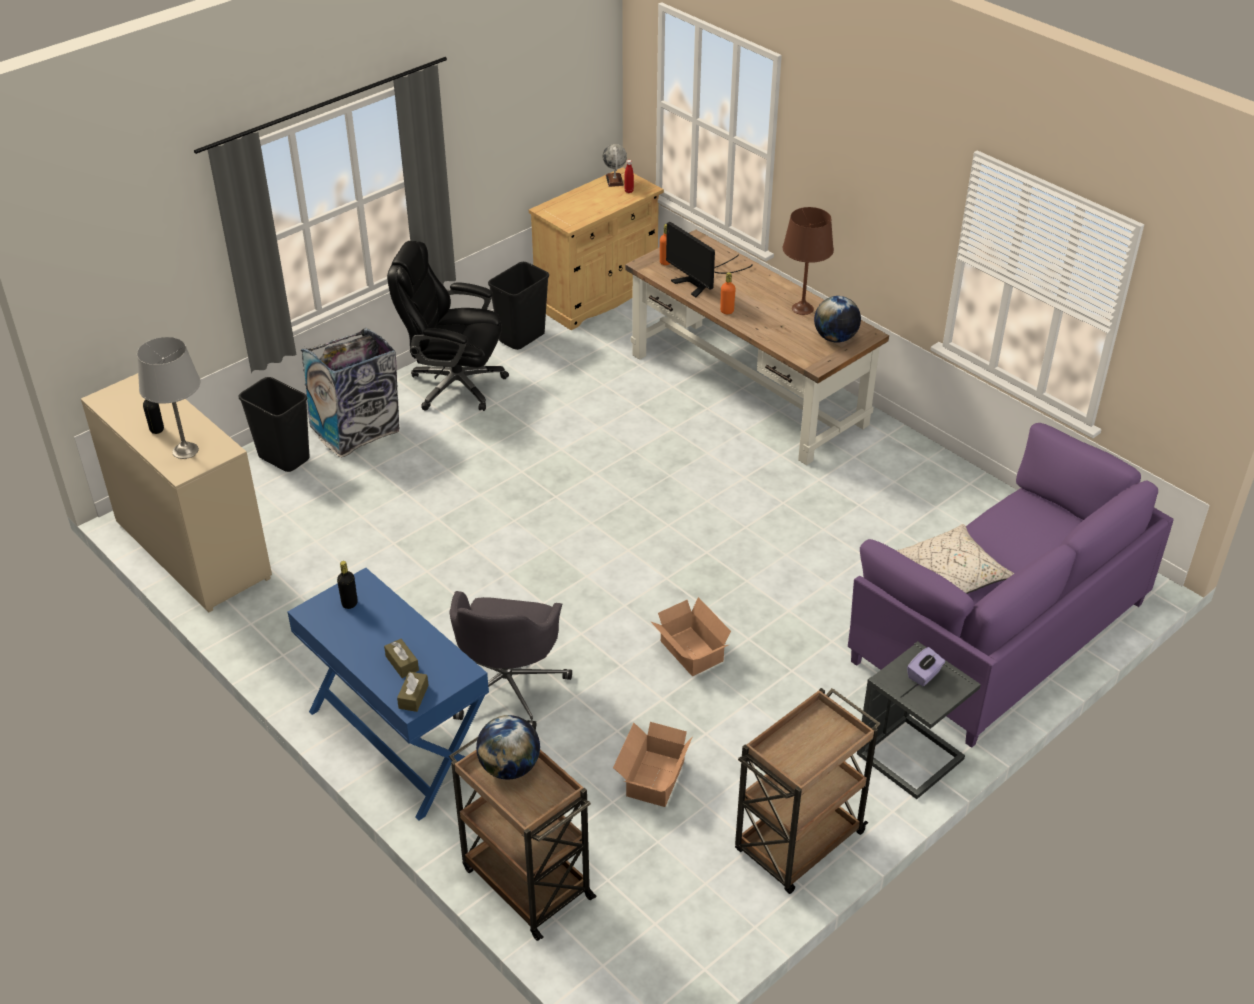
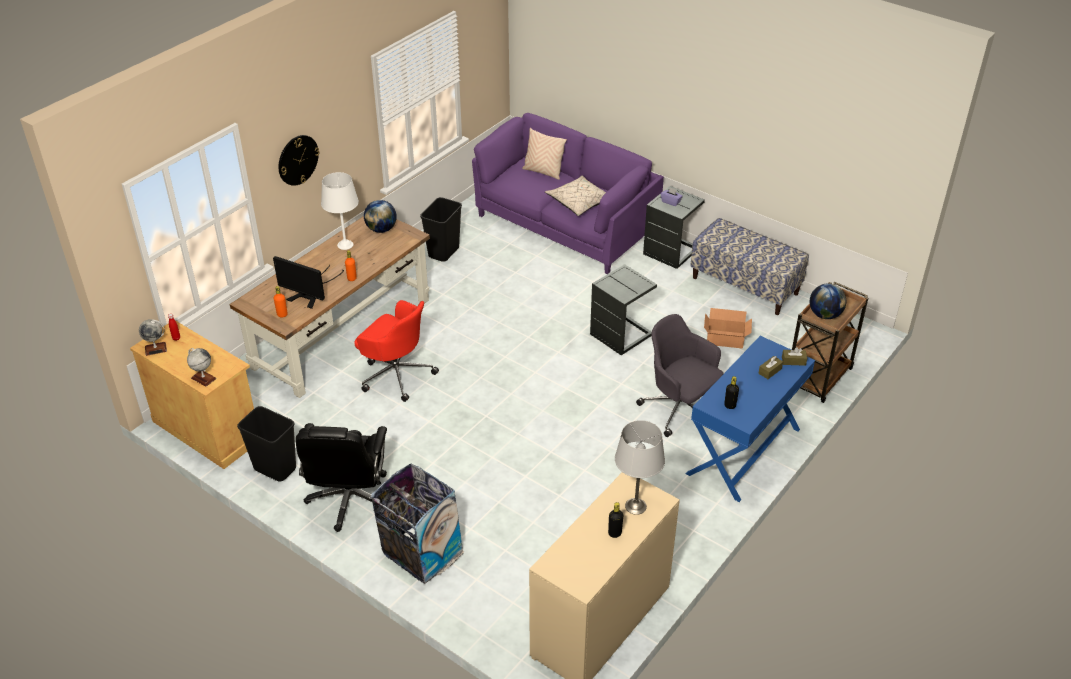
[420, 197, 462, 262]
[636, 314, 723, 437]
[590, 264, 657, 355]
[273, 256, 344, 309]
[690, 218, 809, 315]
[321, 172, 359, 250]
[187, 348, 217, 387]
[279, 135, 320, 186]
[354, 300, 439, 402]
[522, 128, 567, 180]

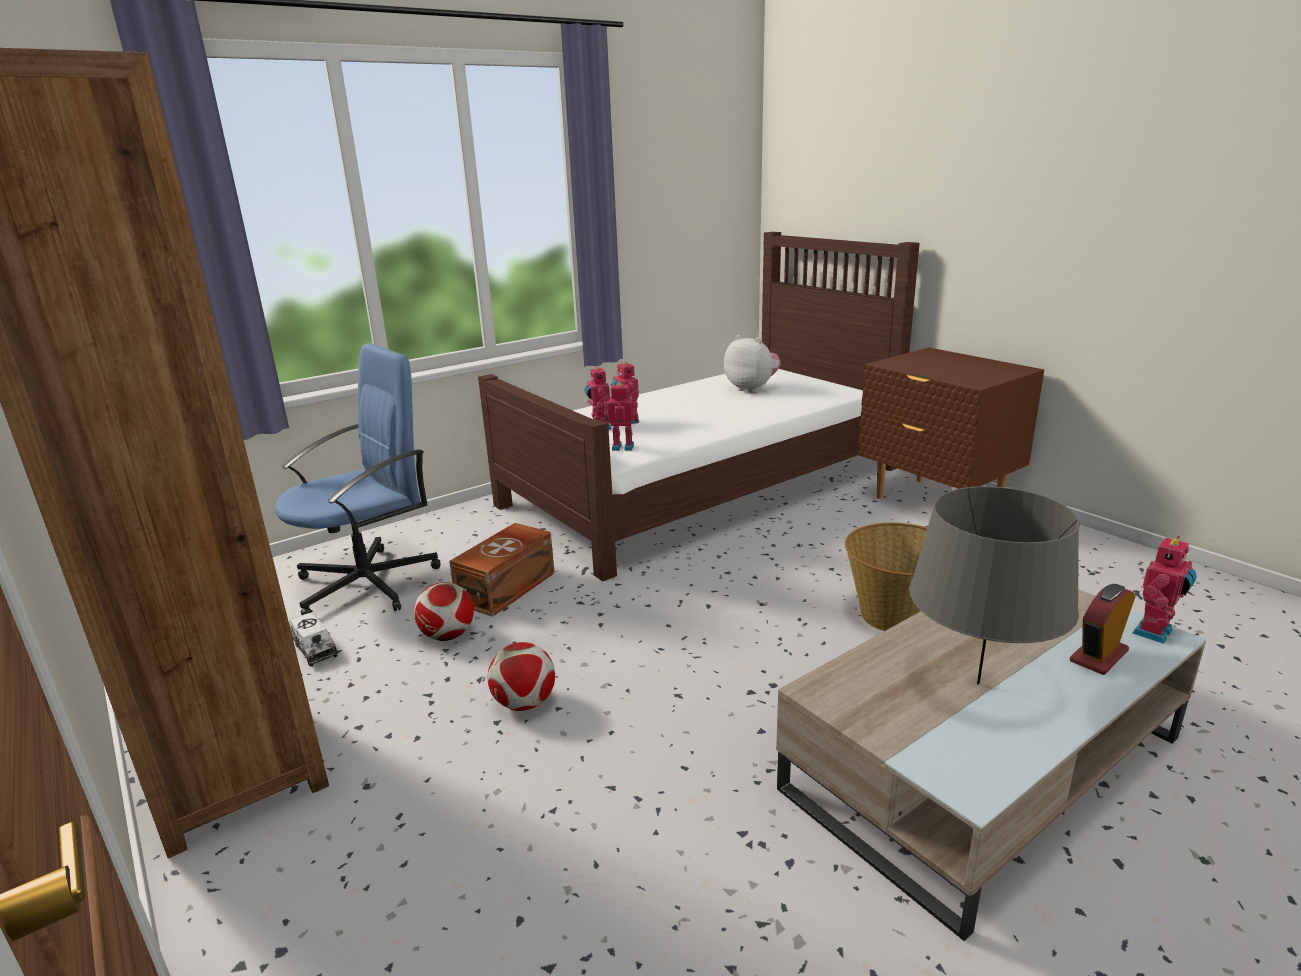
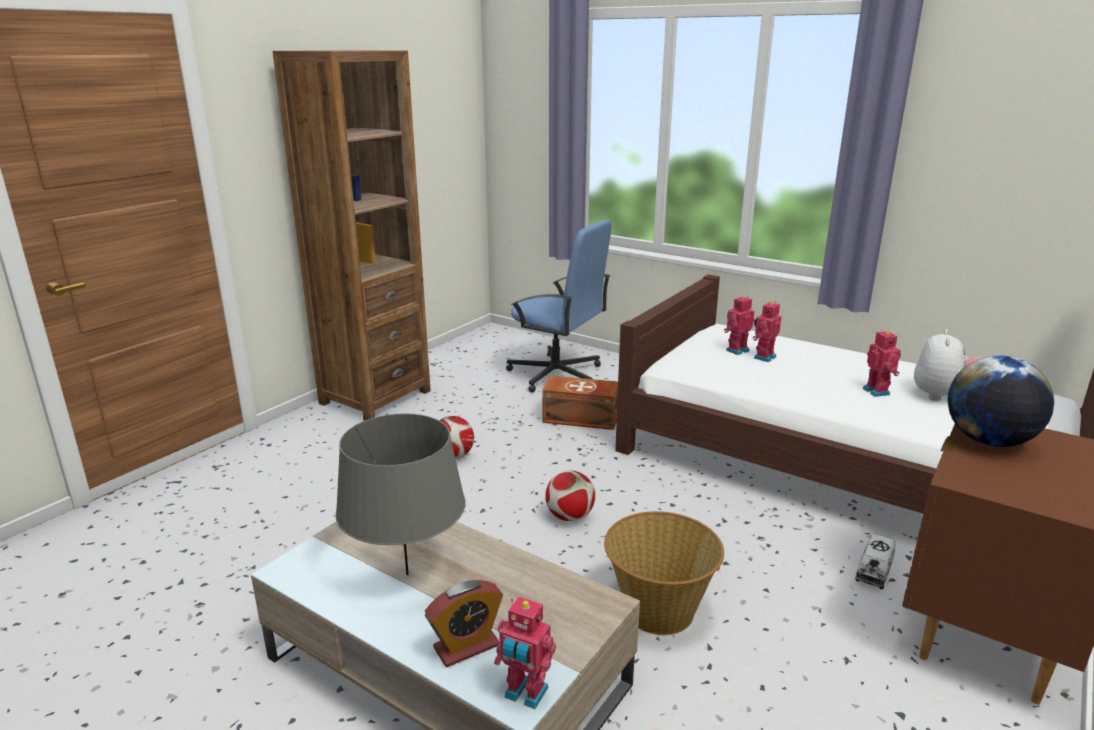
[855, 534, 895, 589]
[545, 471, 595, 521]
[863, 329, 901, 397]
[425, 580, 503, 667]
[948, 355, 1054, 447]

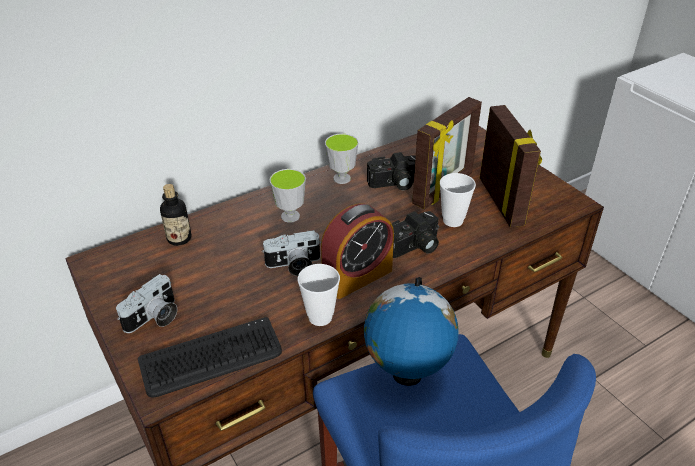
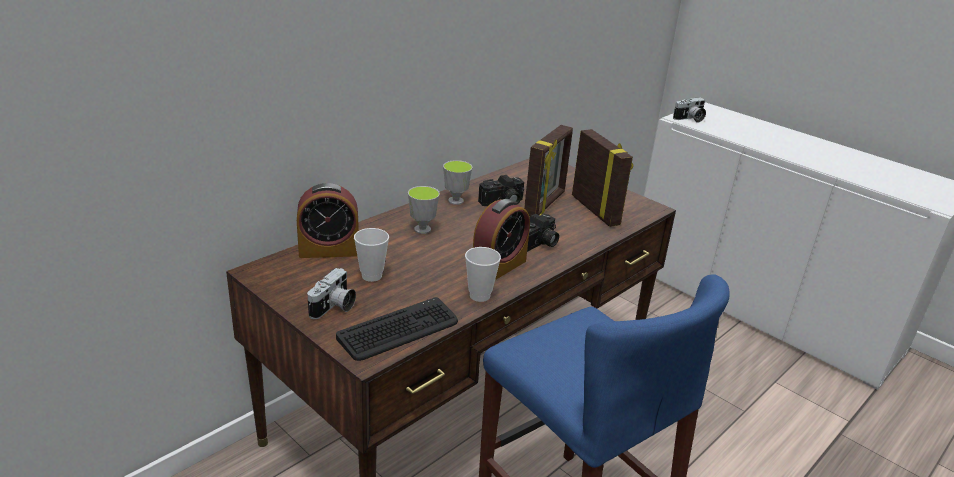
[297, 183, 359, 258]
[673, 97, 706, 123]
[364, 277, 459, 386] (first image)
[354, 228, 389, 282]

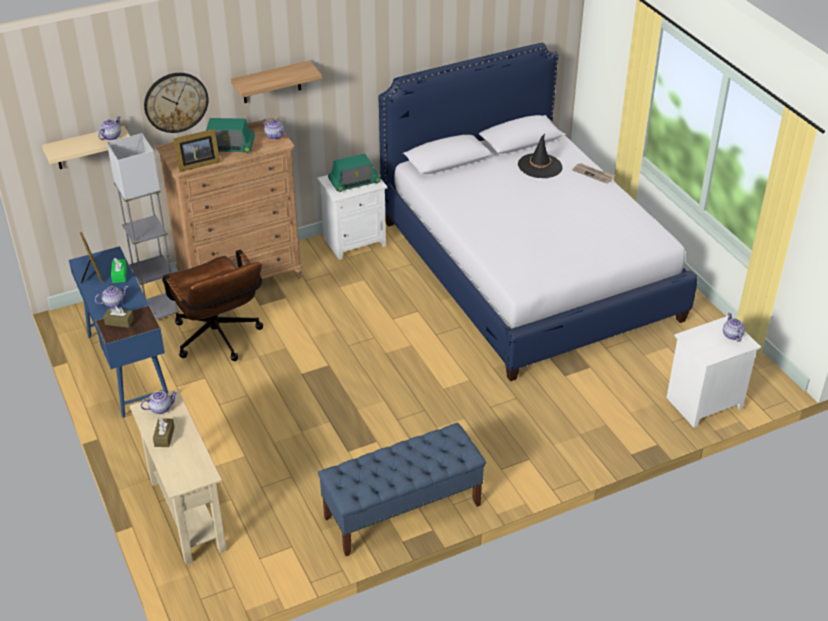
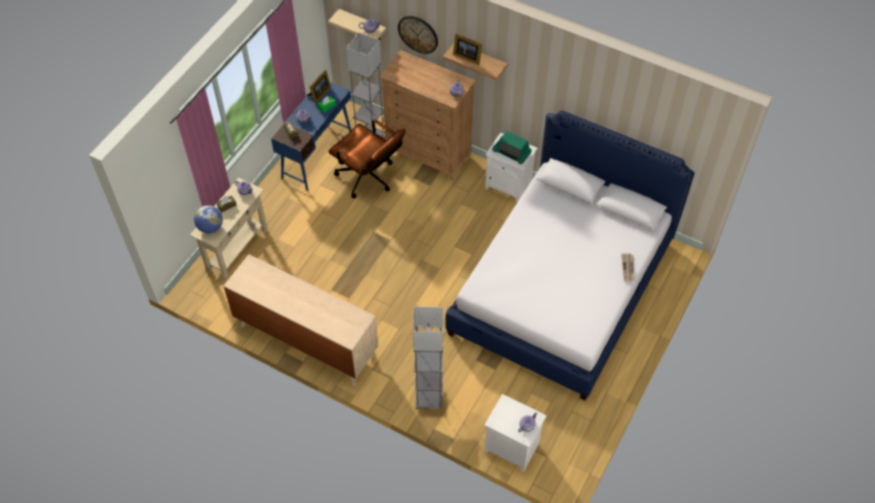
[328, 119, 406, 198]
[453, 33, 482, 65]
[206, 118, 255, 153] (first image)
[223, 254, 378, 386]
[518, 134, 563, 178] (first image)
[194, 205, 223, 234]
[413, 306, 443, 410]

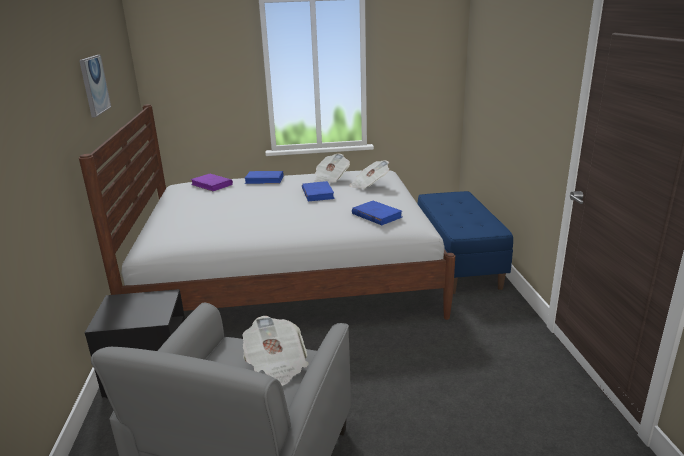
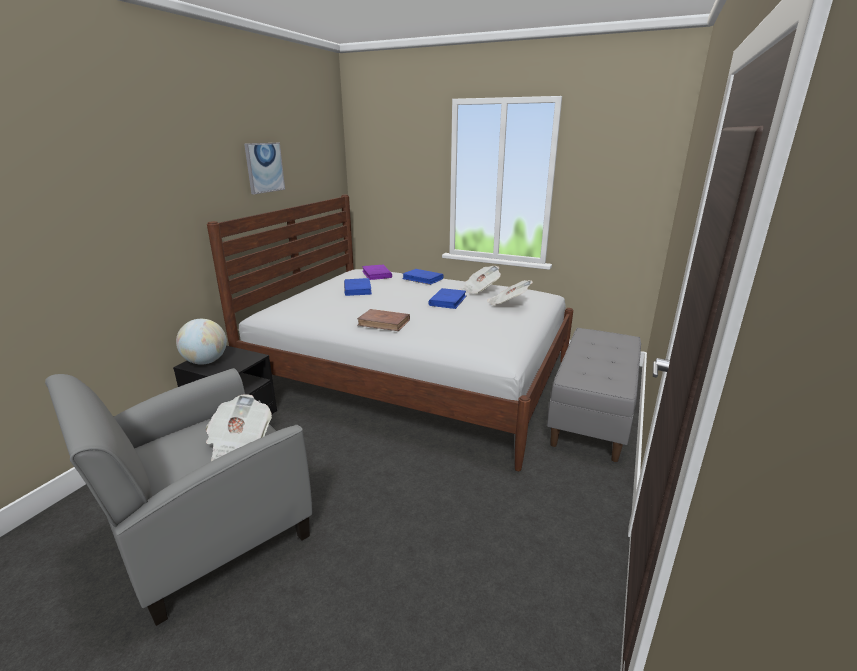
[344, 278, 372, 296]
[547, 328, 641, 462]
[176, 319, 227, 365]
[357, 309, 410, 331]

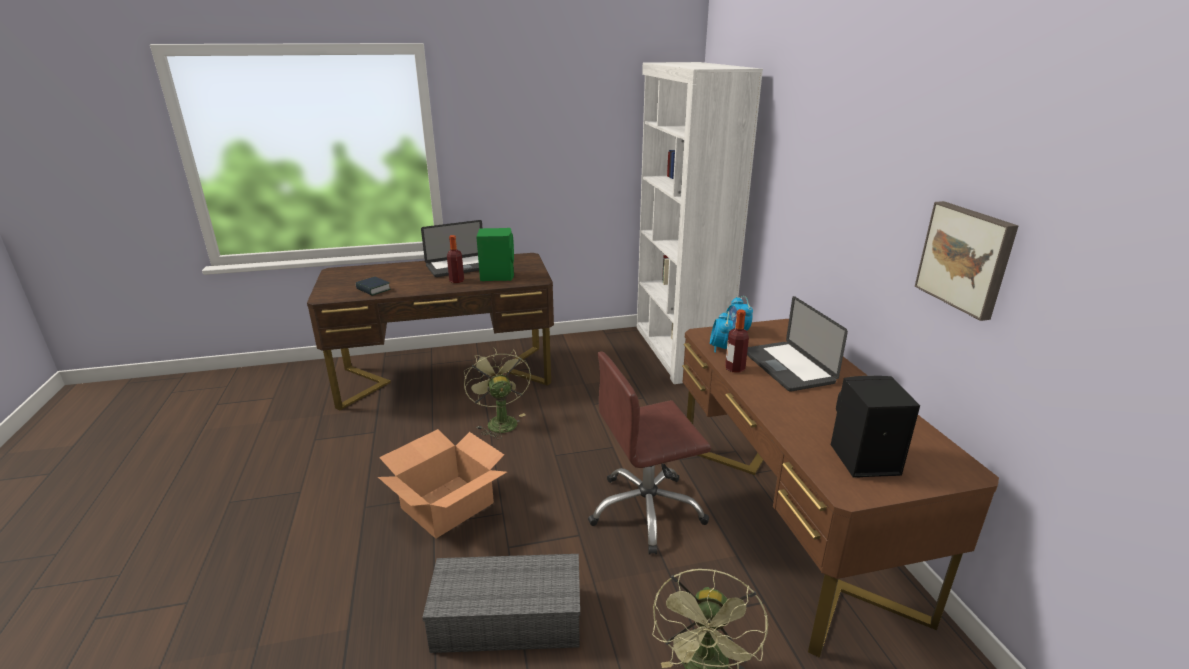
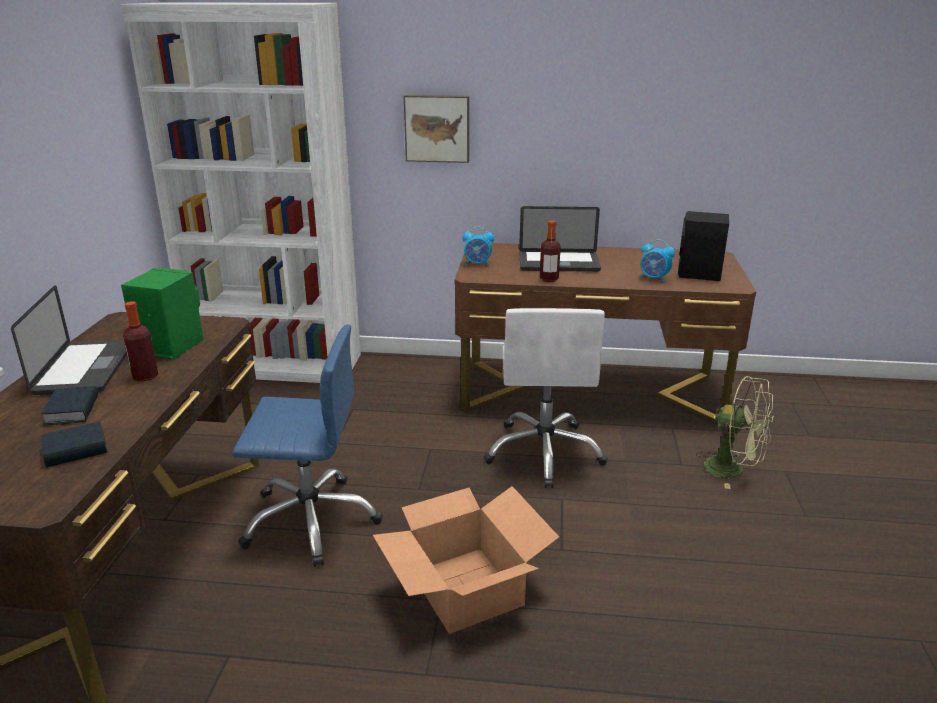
[422, 554, 580, 653] (first image)
[233, 324, 383, 567]
[483, 308, 608, 488]
[640, 239, 675, 282]
[404, 95, 469, 163]
[42, 386, 98, 425]

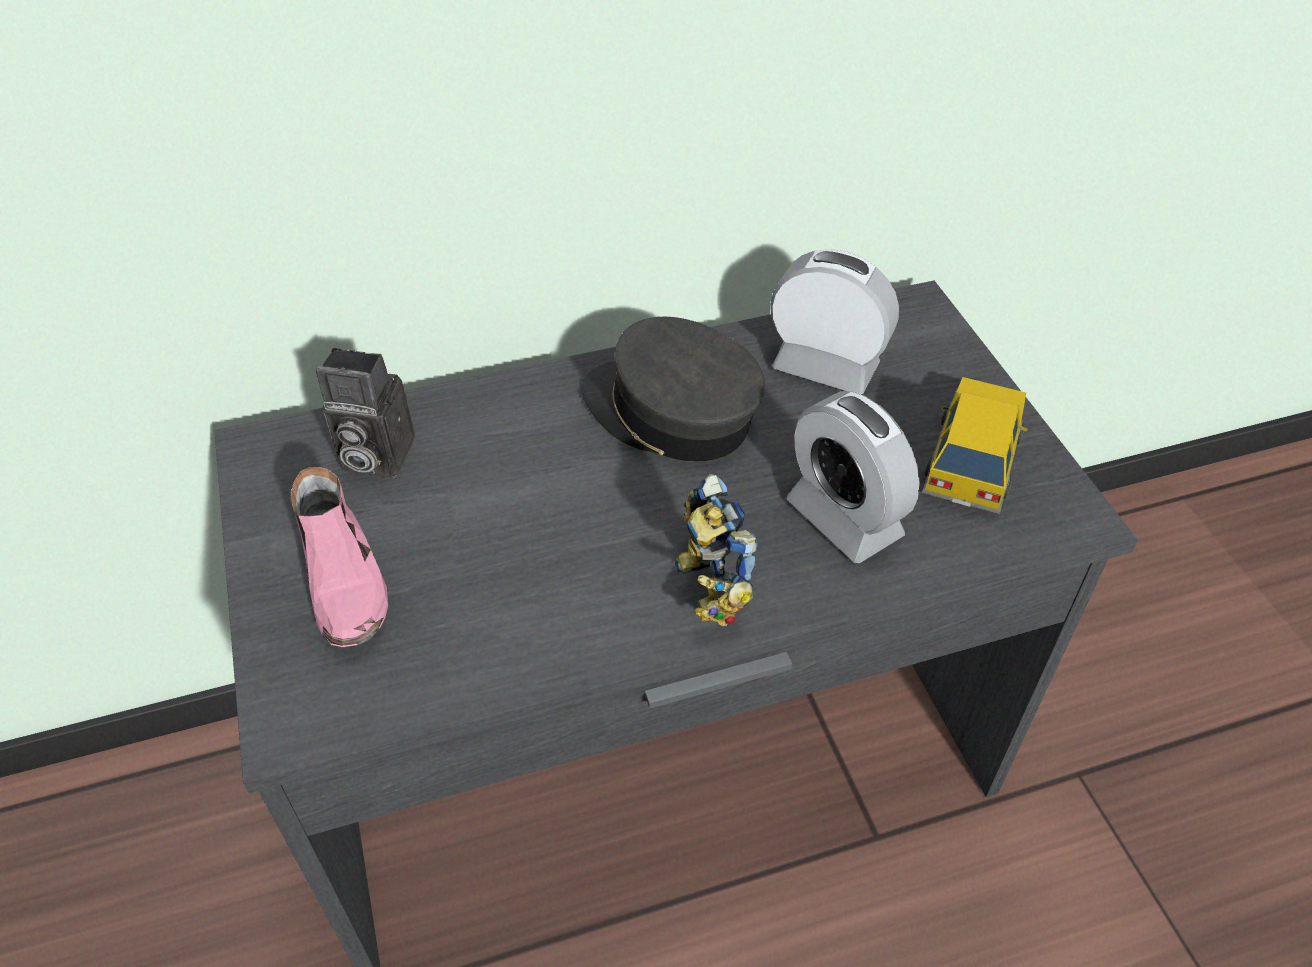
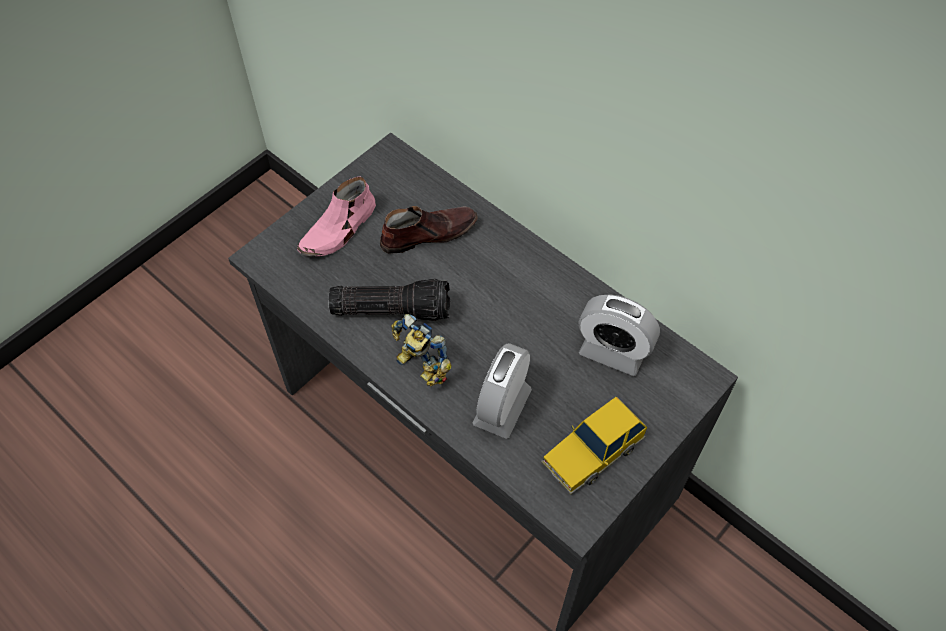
[316, 348, 415, 478] (first image)
[581, 317, 765, 462] (first image)
[391, 314, 452, 386]
[579, 294, 660, 376]
[541, 396, 647, 494]
[328, 279, 450, 321]
[380, 206, 478, 254]

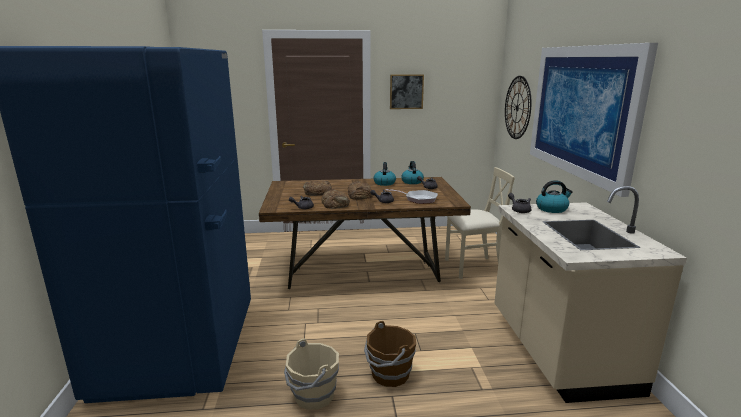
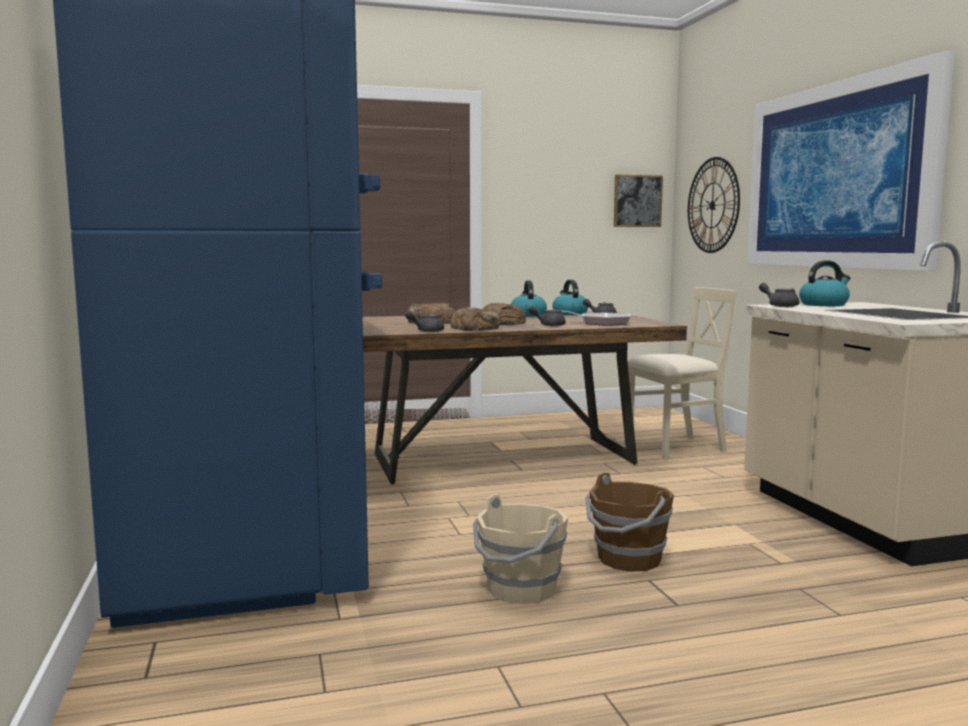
[614, 174, 663, 227]

